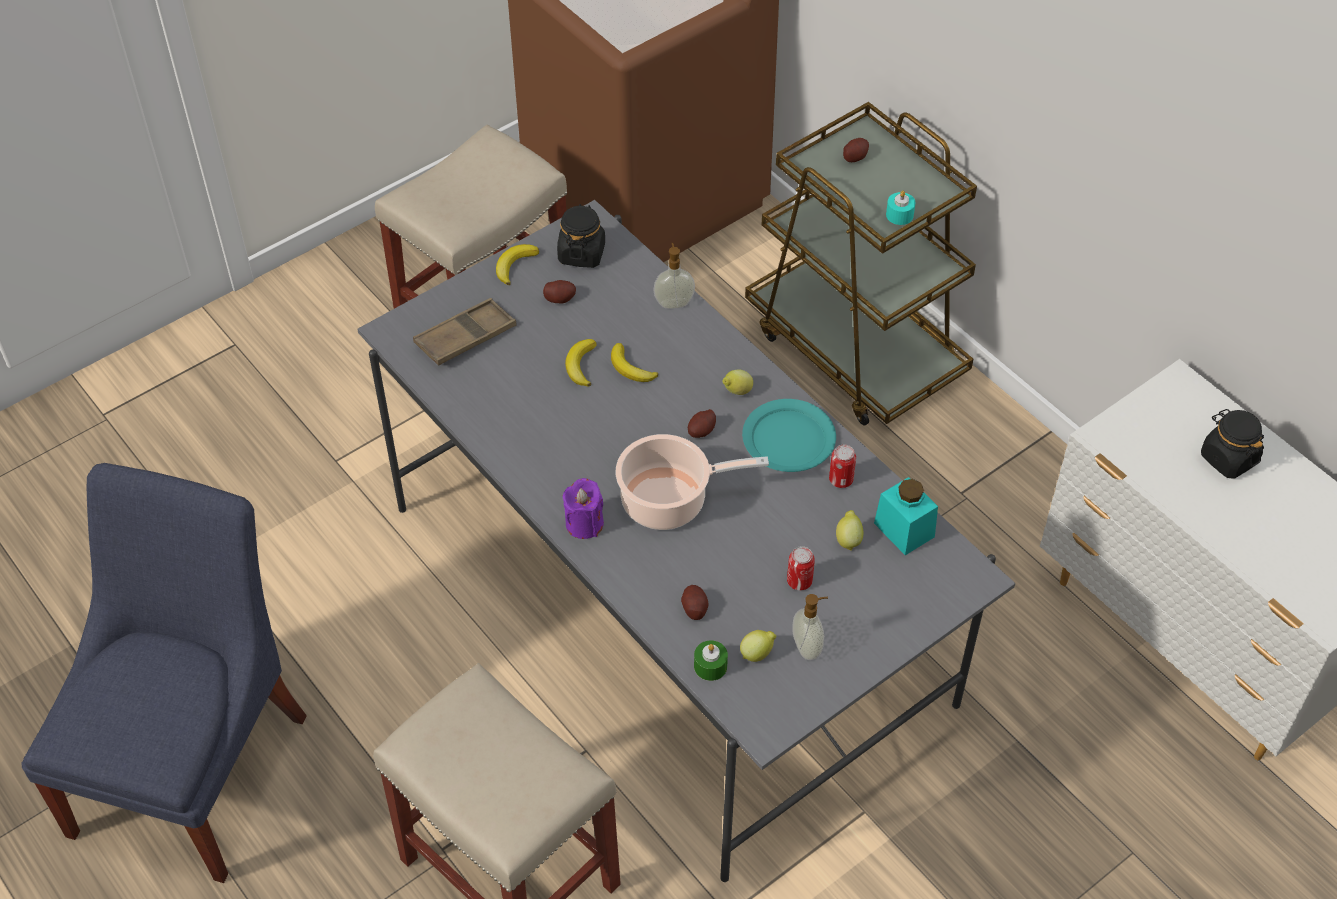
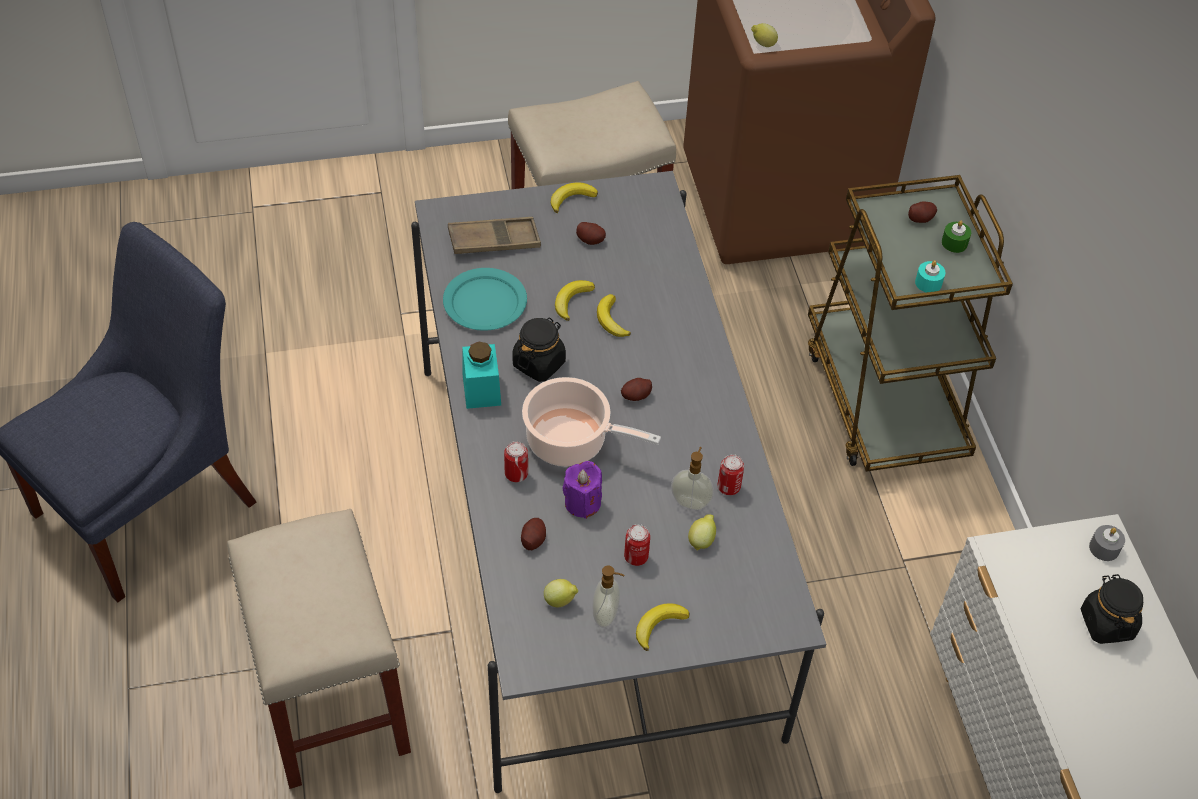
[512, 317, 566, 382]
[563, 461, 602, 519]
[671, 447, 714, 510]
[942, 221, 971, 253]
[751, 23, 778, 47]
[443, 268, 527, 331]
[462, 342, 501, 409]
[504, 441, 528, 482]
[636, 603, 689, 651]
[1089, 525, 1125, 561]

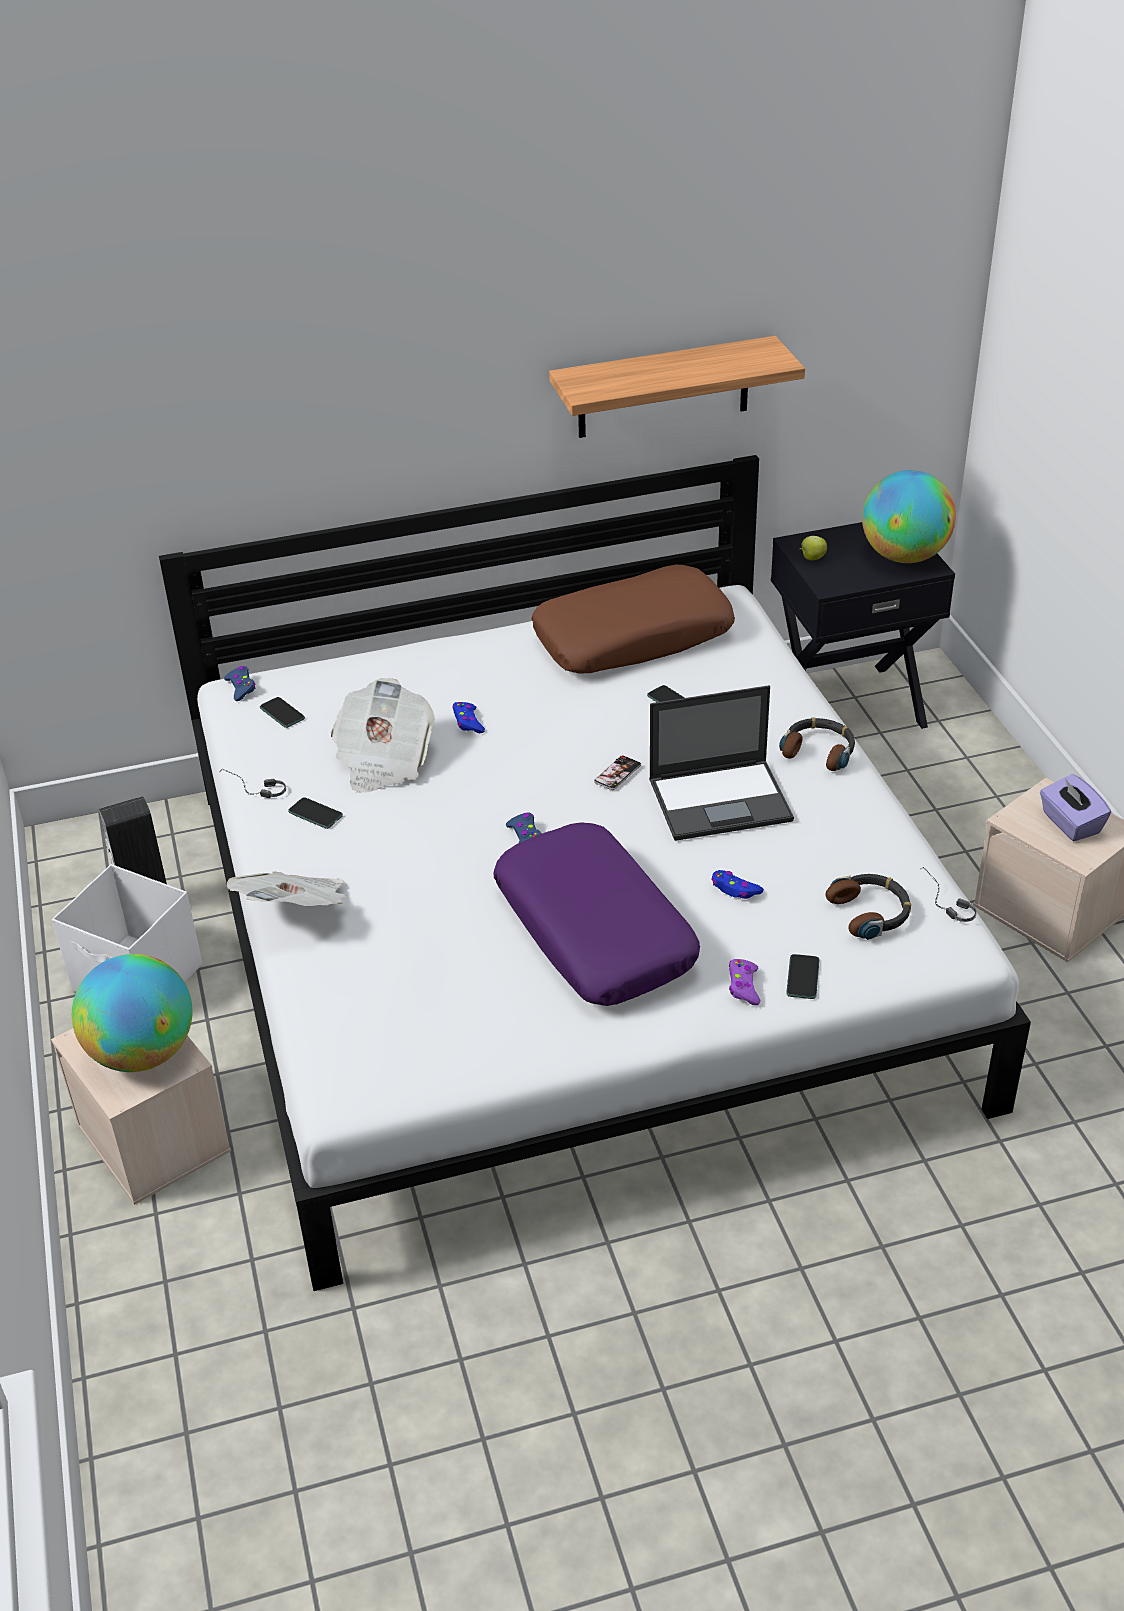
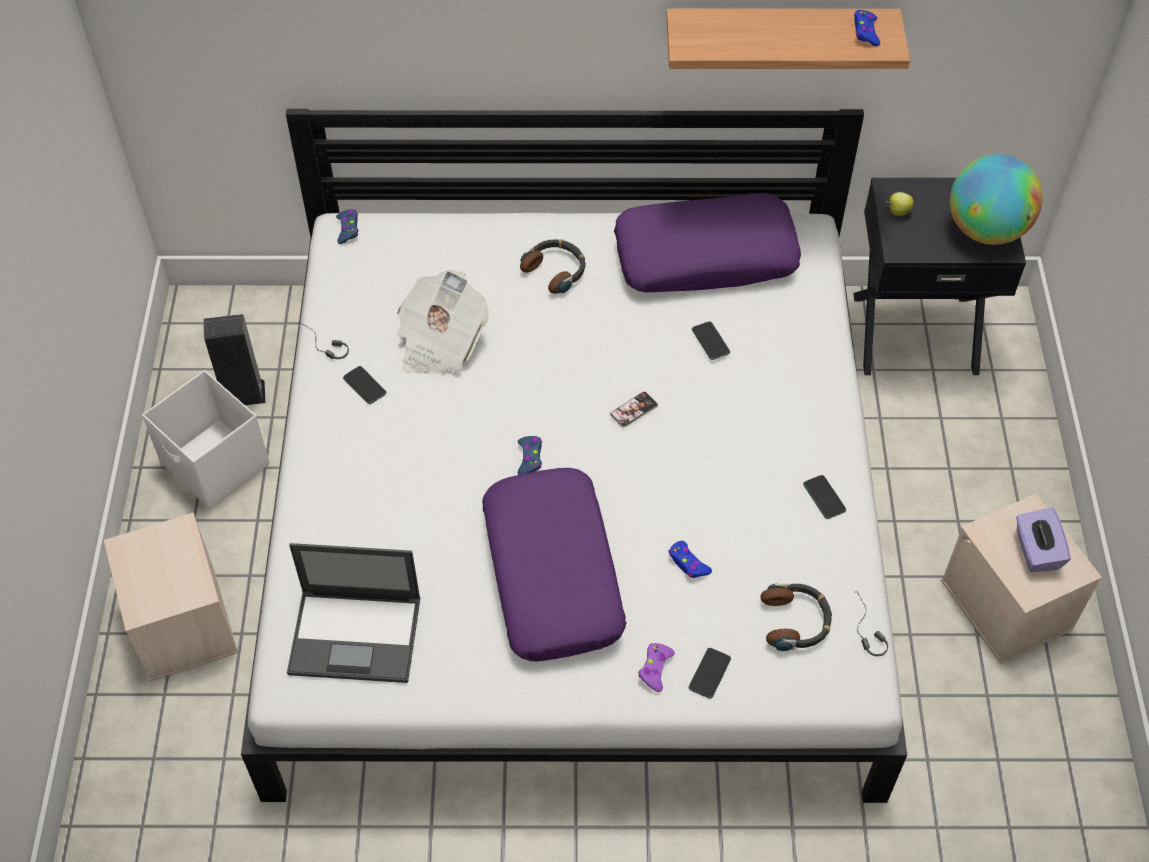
[72, 954, 193, 1072] (first image)
[227, 871, 346, 906] (first image)
[803, 475, 846, 519]
[854, 10, 880, 46]
[614, 193, 801, 292]
[287, 543, 420, 683]
[520, 239, 586, 294]

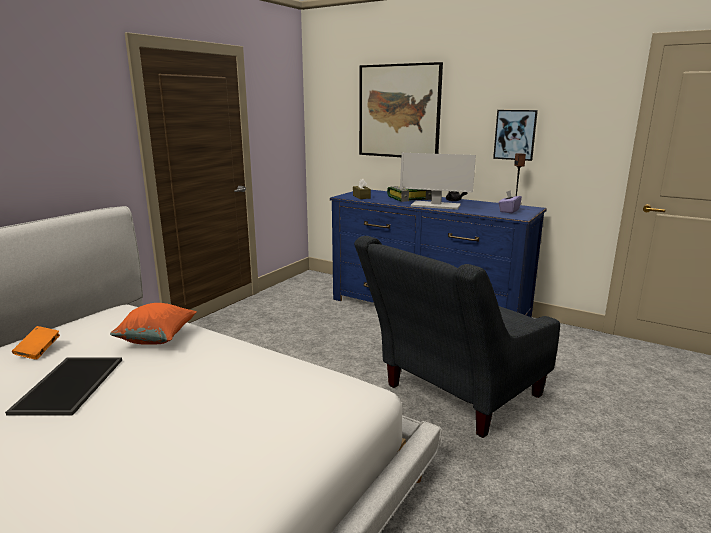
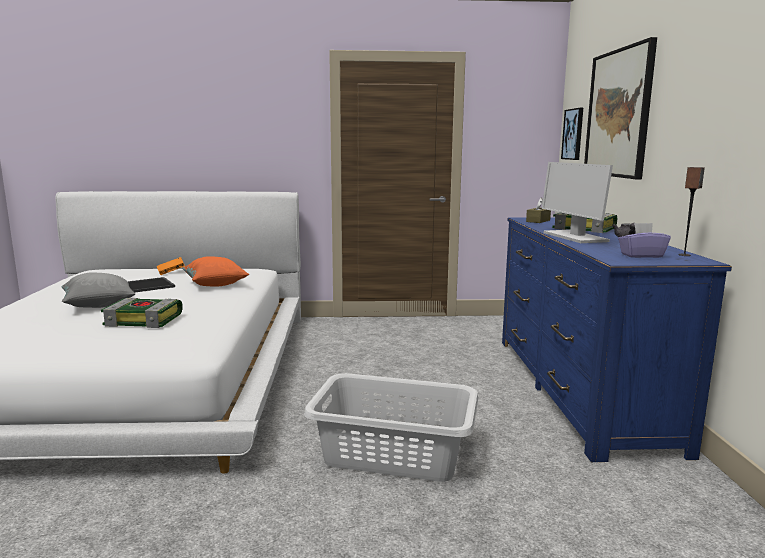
[304, 373, 479, 482]
[561, 108, 583, 160]
[61, 273, 135, 308]
[101, 298, 183, 328]

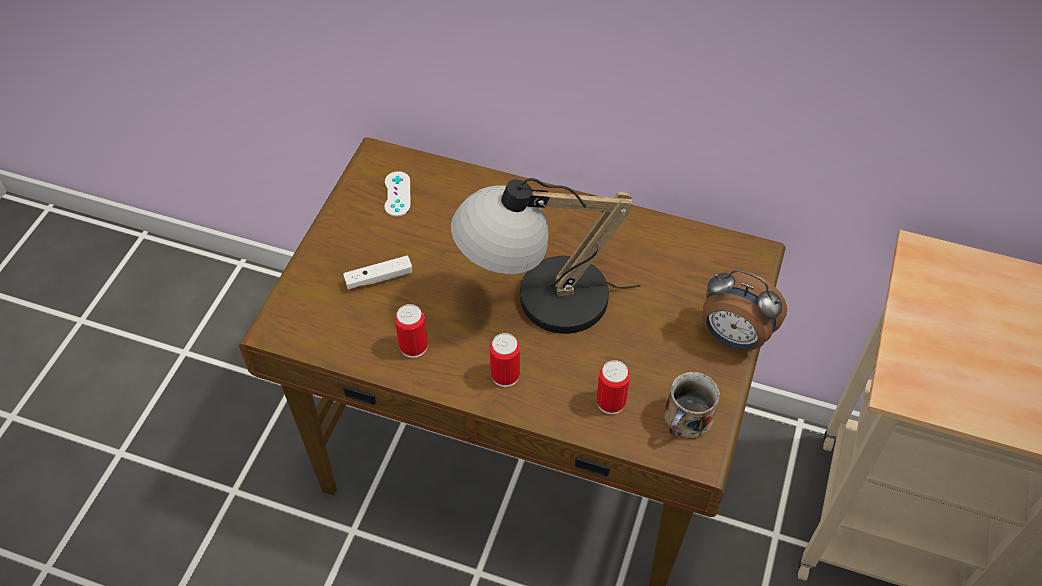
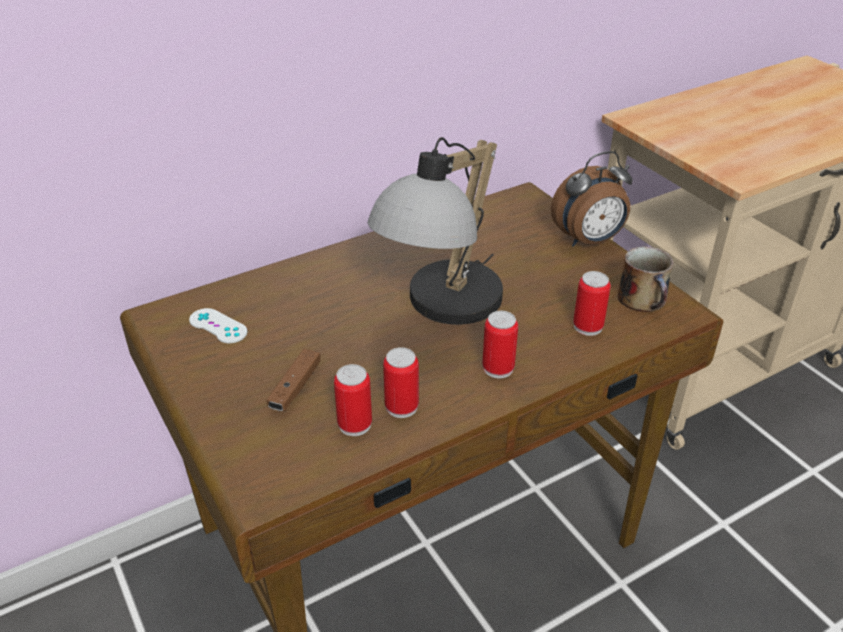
[267, 349, 321, 411]
[334, 364, 372, 436]

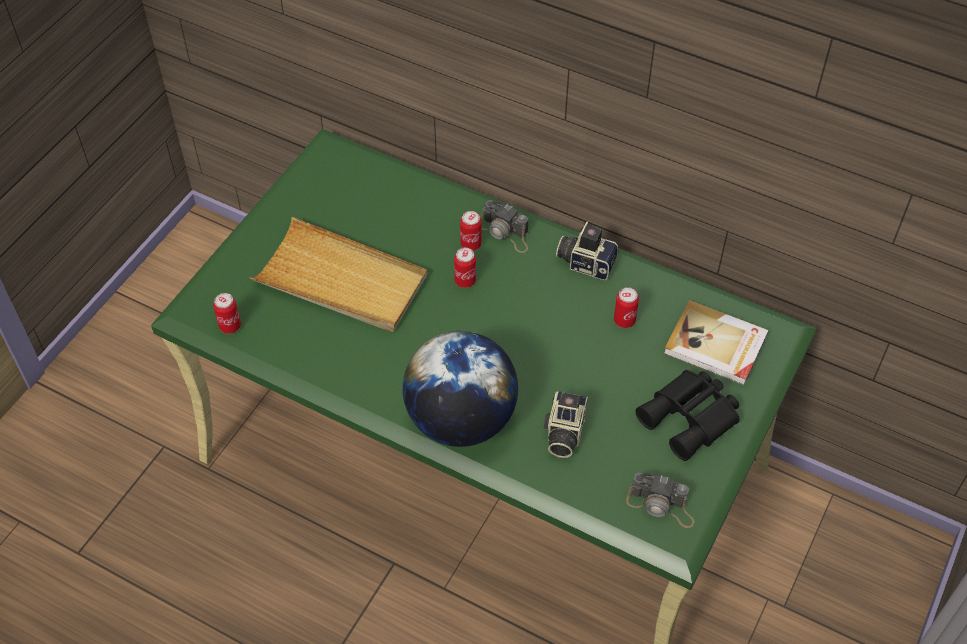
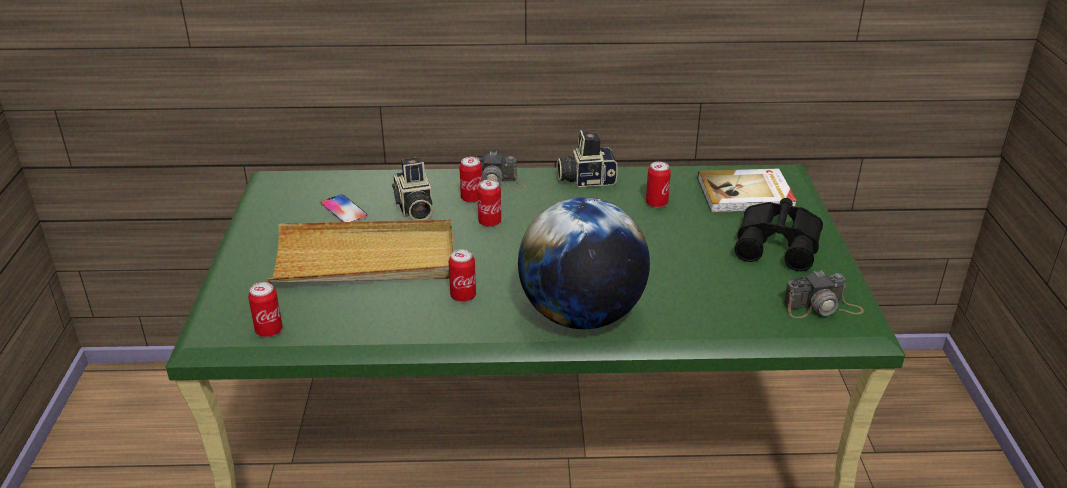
[392, 157, 433, 220]
[321, 194, 367, 222]
[449, 249, 476, 302]

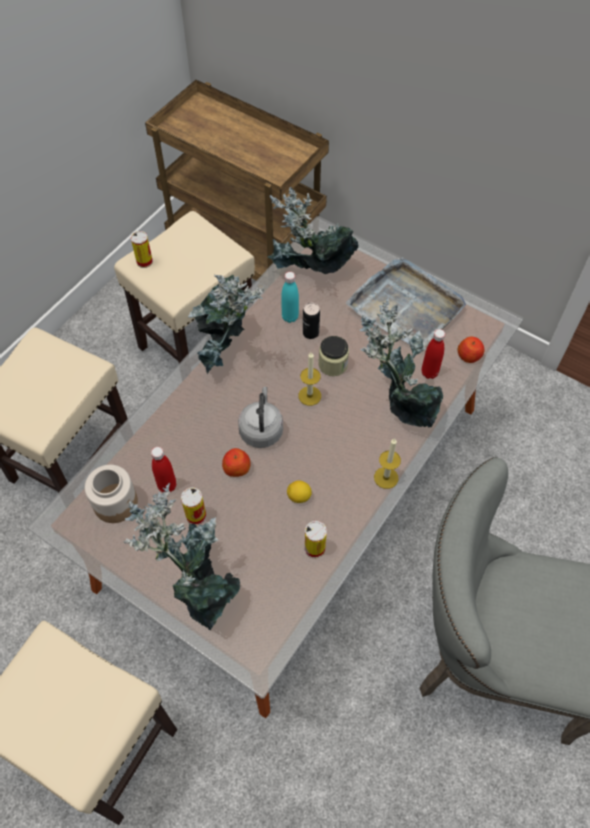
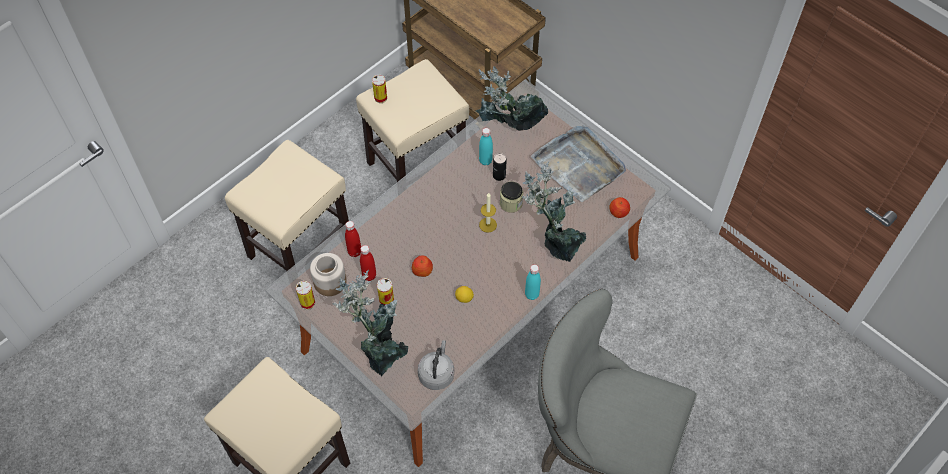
[188, 275, 264, 374] (first image)
[418, 340, 454, 390]
[296, 281, 315, 310]
[525, 264, 541, 300]
[345, 221, 361, 257]

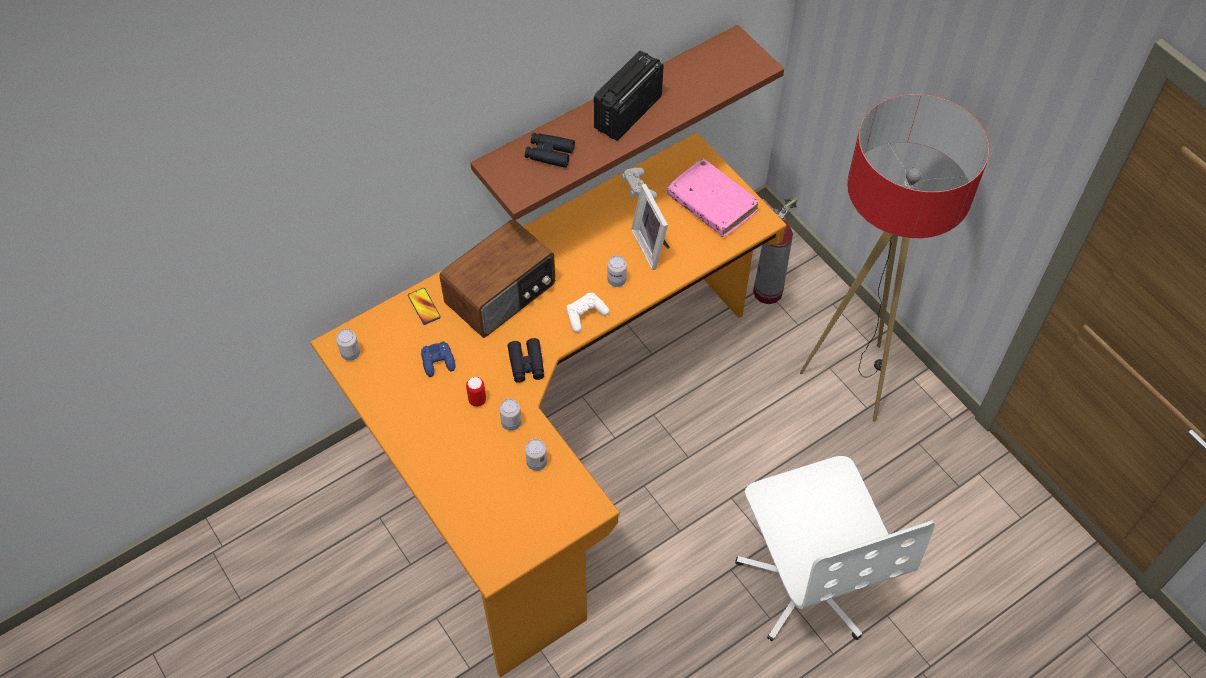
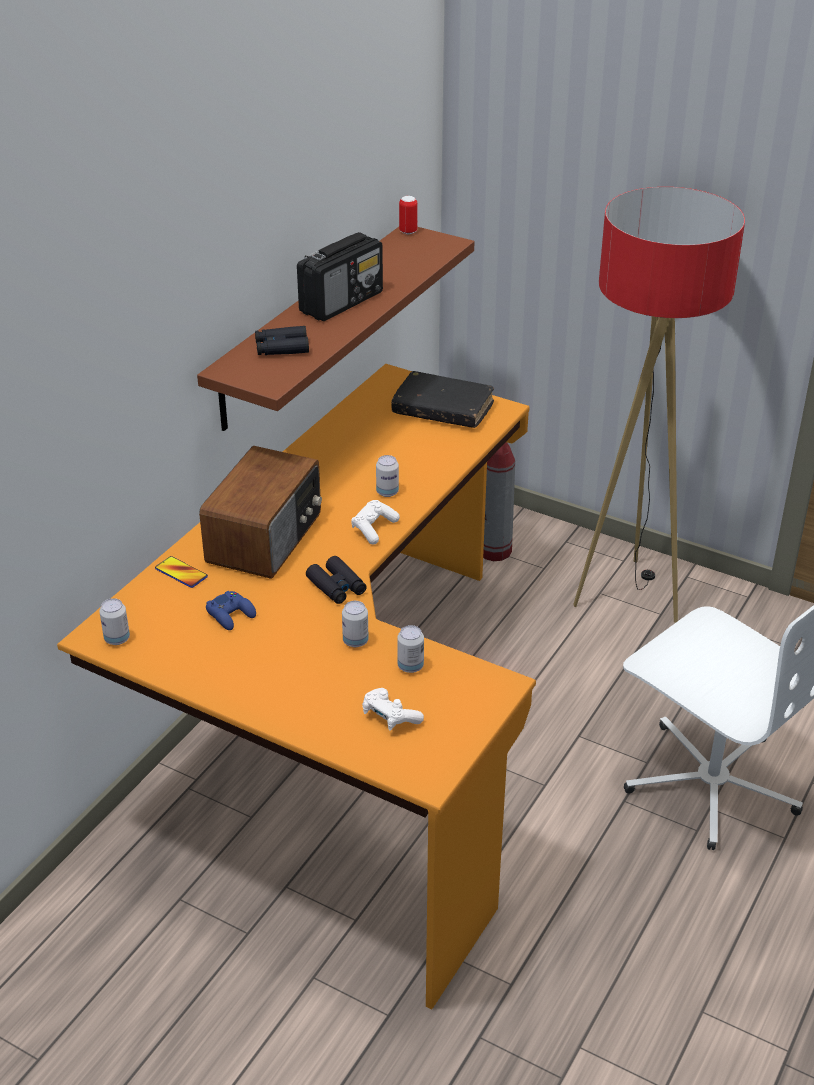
[399, 196, 418, 234]
[297, 232, 383, 321]
[362, 688, 424, 731]
[631, 184, 670, 270] (first image)
[391, 371, 494, 428]

